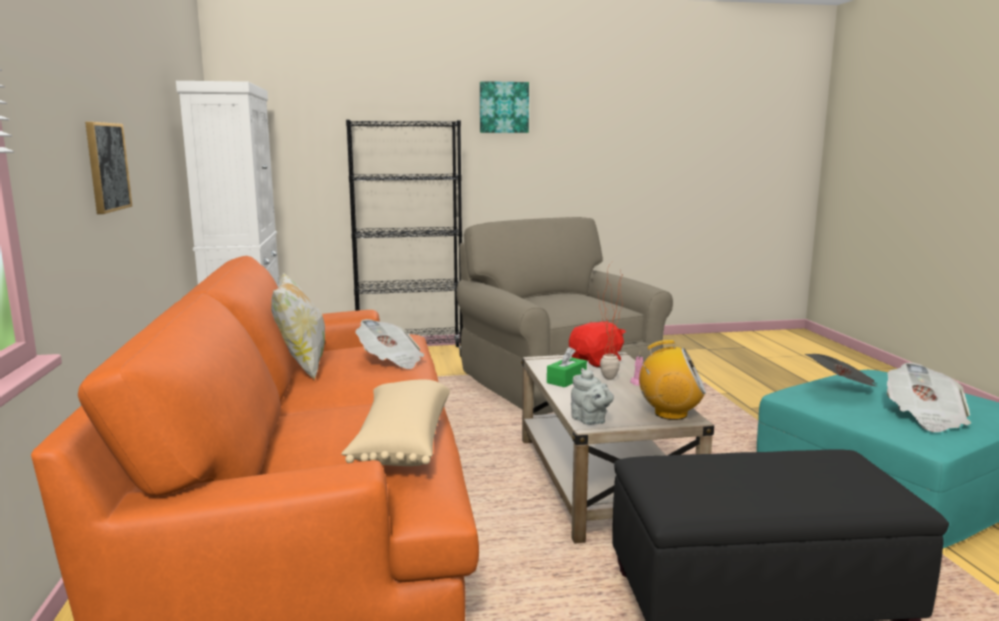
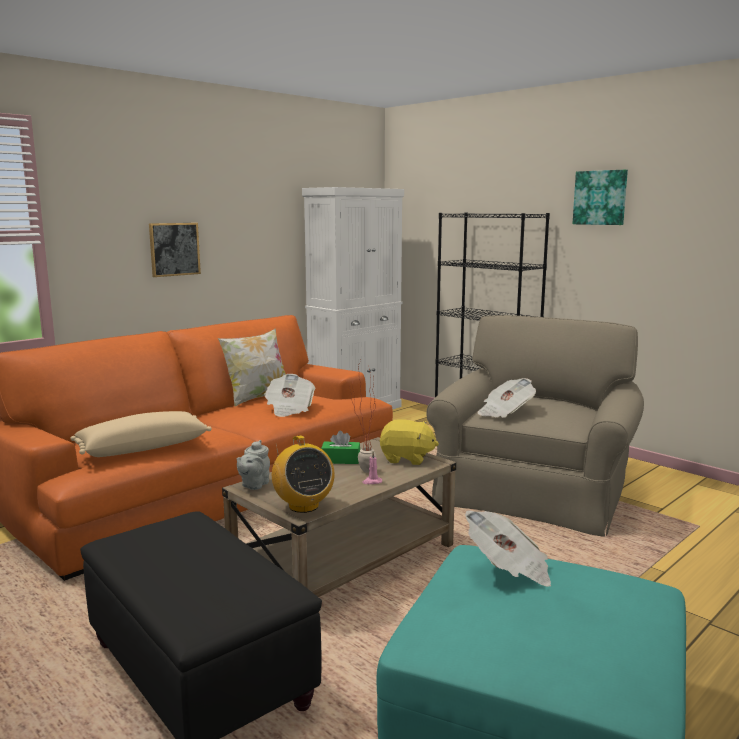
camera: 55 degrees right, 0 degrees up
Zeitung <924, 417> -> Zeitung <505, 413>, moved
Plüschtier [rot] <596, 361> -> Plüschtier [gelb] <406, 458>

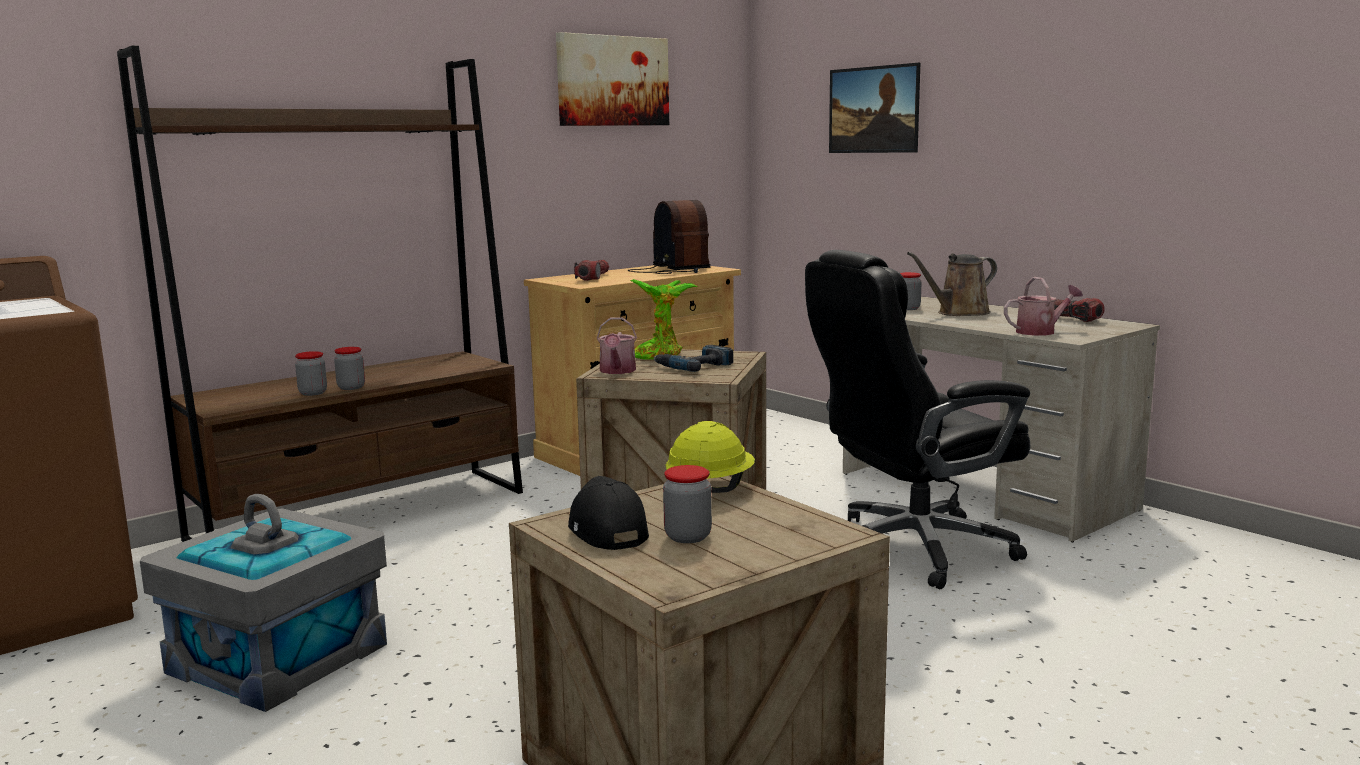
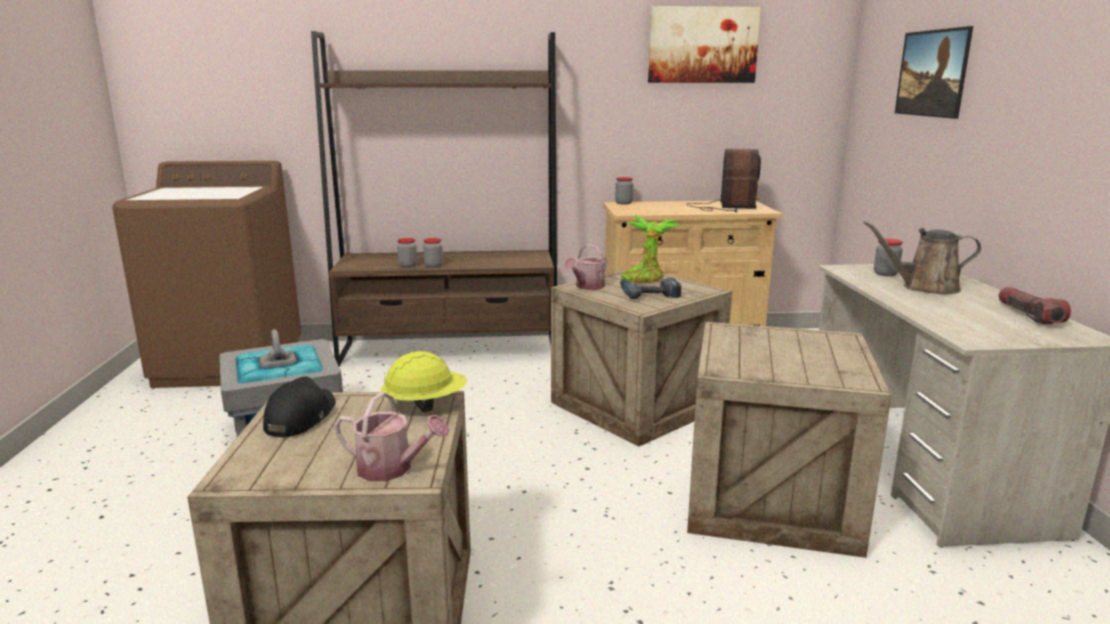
camera: 35 degrees right, 5 degrees up
Taschenlampe <593, 278> -> none
Vorratsglas <688, 536> -> Vorratsglas <623, 203>, moved
Gießkanne <1040, 331> -> Gießkanne <392, 469>, moved
Bürostuhl [schwarz] <912, 549> -> Kiste <770, 498>

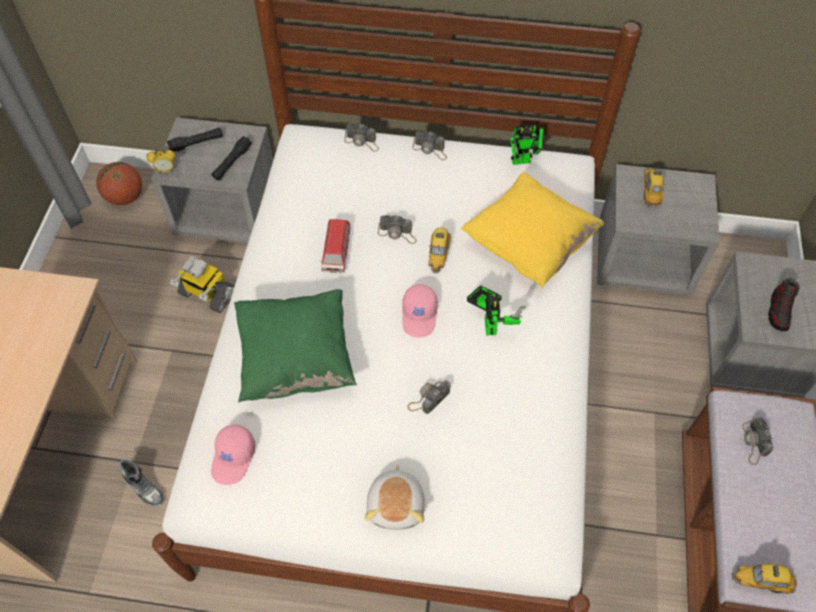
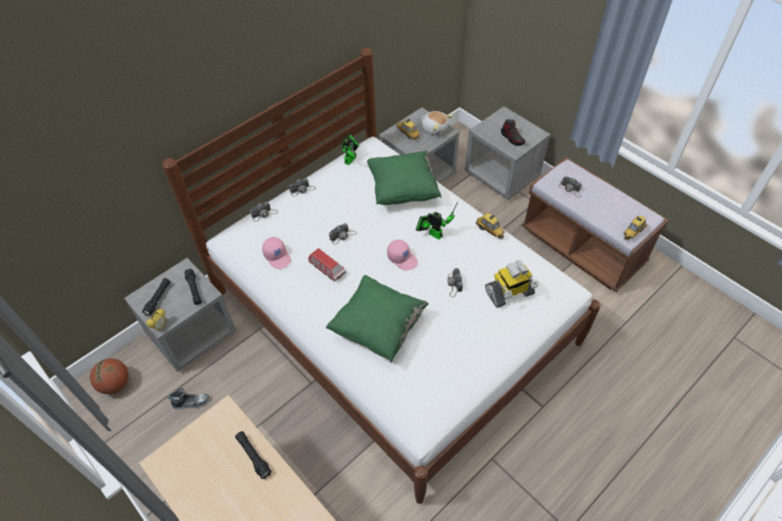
camera: 50 degrees left, 5 degrees down
none -> Taschenlampe [schwarz] <253, 456>
Schuh <144, 487> -> Schuh <191, 402>, moved
Spielzeugroboter <207, 294> -> Spielzeugroboter <509, 293>, moved
Kappe [rosa] <234, 458> -> Kappe [rosa] <277, 256>, moved
Plüschtier <397, 505> -> Plüschtier <434, 128>, moved
Spielzeugauto <438, 255> -> Spielzeugauto <489, 230>, moved
Kissen [gelb] <528, 245> -> Kissen [grün] <403, 190>

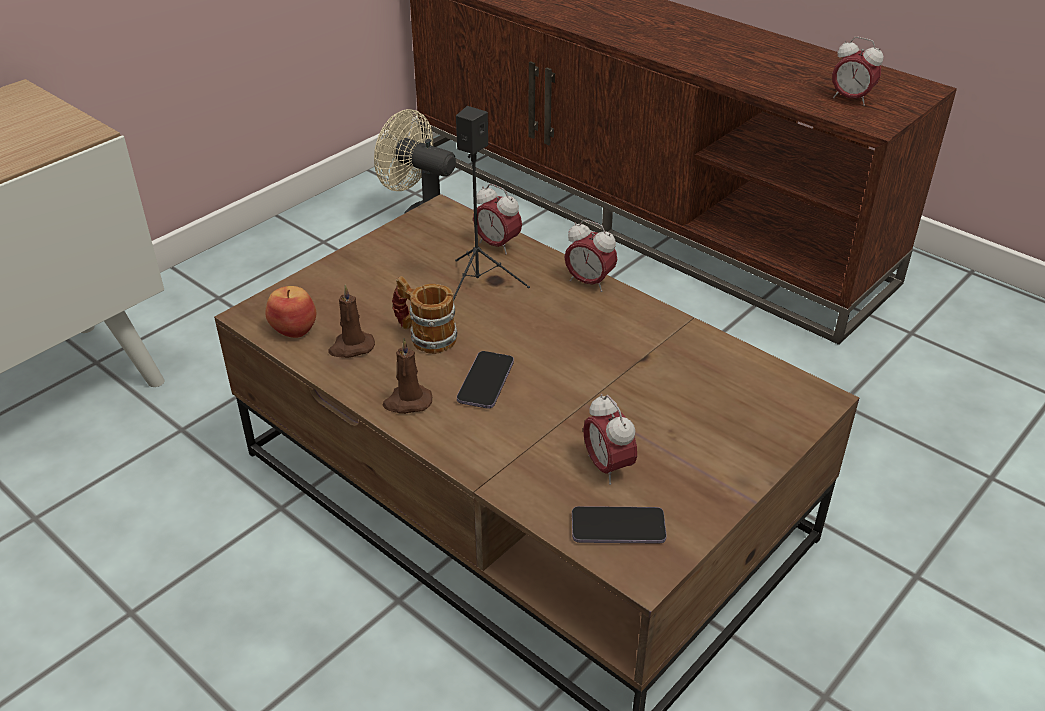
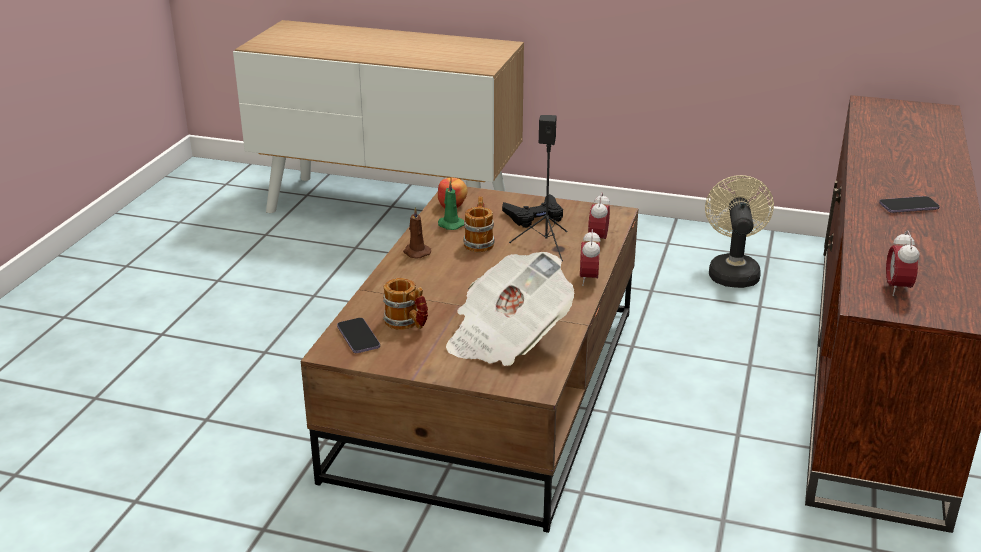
camera: 65 degrees right, 10 degrees down
none -> Zeitung <506, 338>
none -> Gamepad [schwarz] <534, 216>
Handy <485, 382> -> Handy <908, 206>, moved
Wecker <607, 467> -> Henkelbecher <407, 324>
Kerze [braun] <351, 347> -> Kerze [grün] <450, 224>

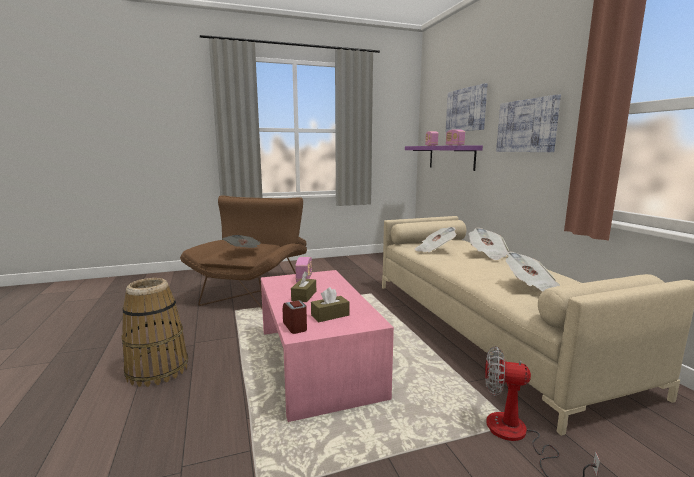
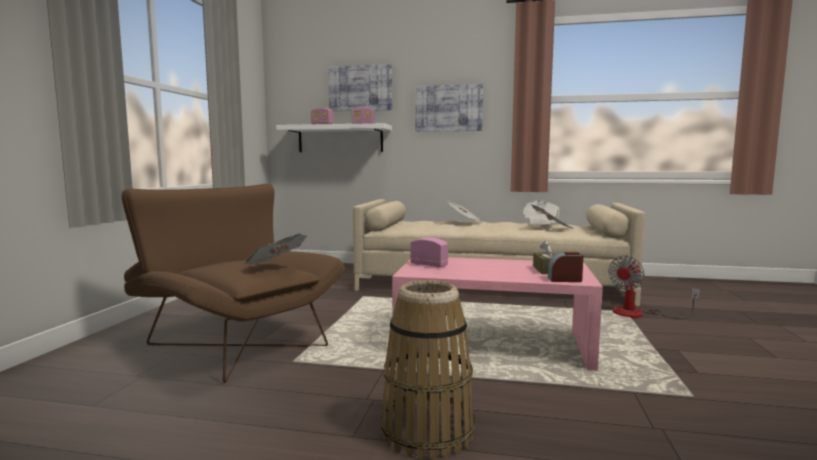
camera: 60 degrees left, 5 degrees down
Taschentuchbox [braun] <304, 296> -> none
Zeitung <434, 250> -> Zeitung <540, 223>, moved
Wandregal [lila] <451, 157> -> Wandregal [weiß] <340, 139>

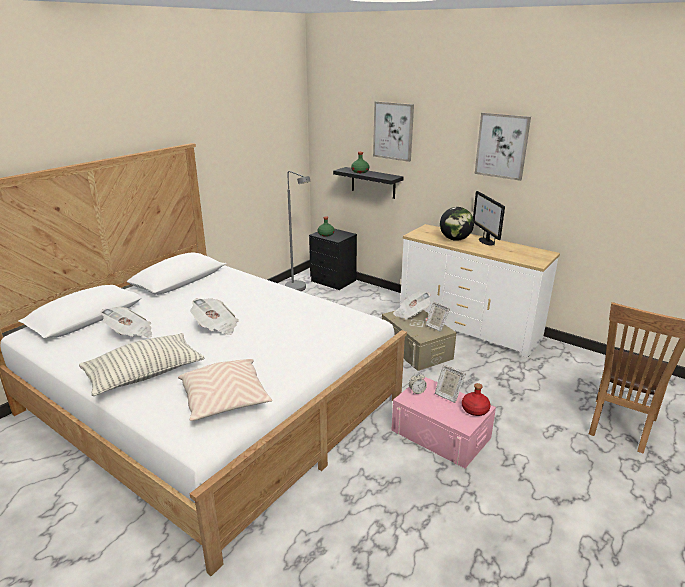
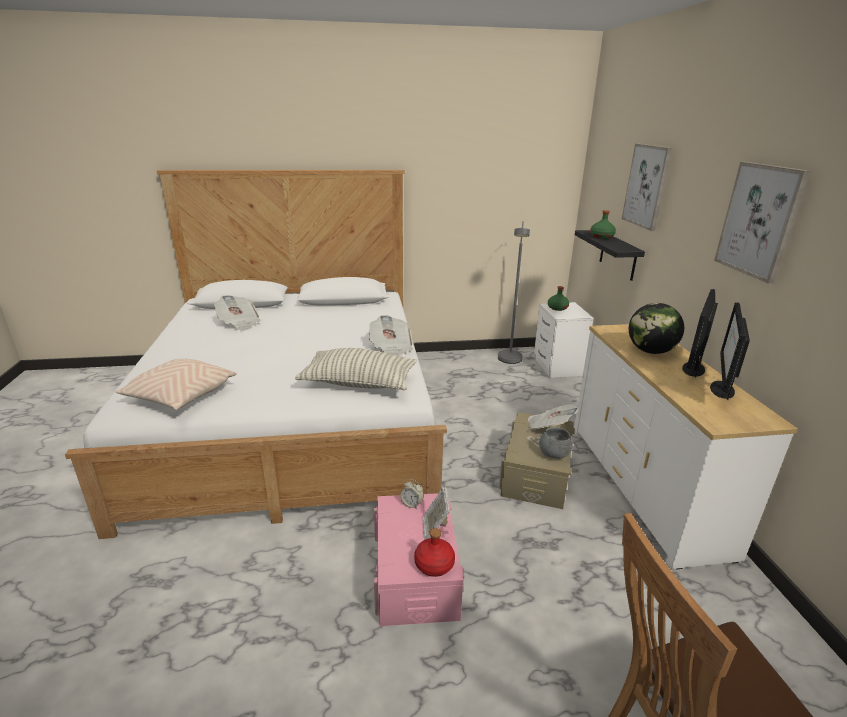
camera: 45 degrees right, 0 degrees up
none -> Monitor <721, 389>
Kissen <144, 375> -> Kissen <359, 383>, moved
Zeitung <216, 327> -> Zeitung <391, 348>, moved
Bilderrahmen <436, 326> -> Schüssel [grau] <554, 454>
Nachttisch [schwarz] <333, 281> -> Nachttisch [weiß] <557, 367>

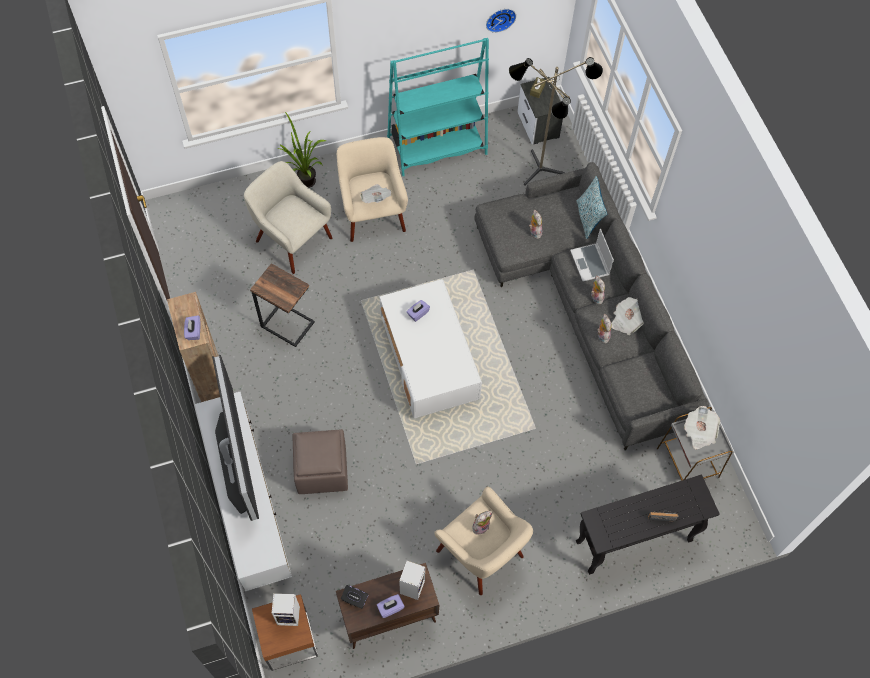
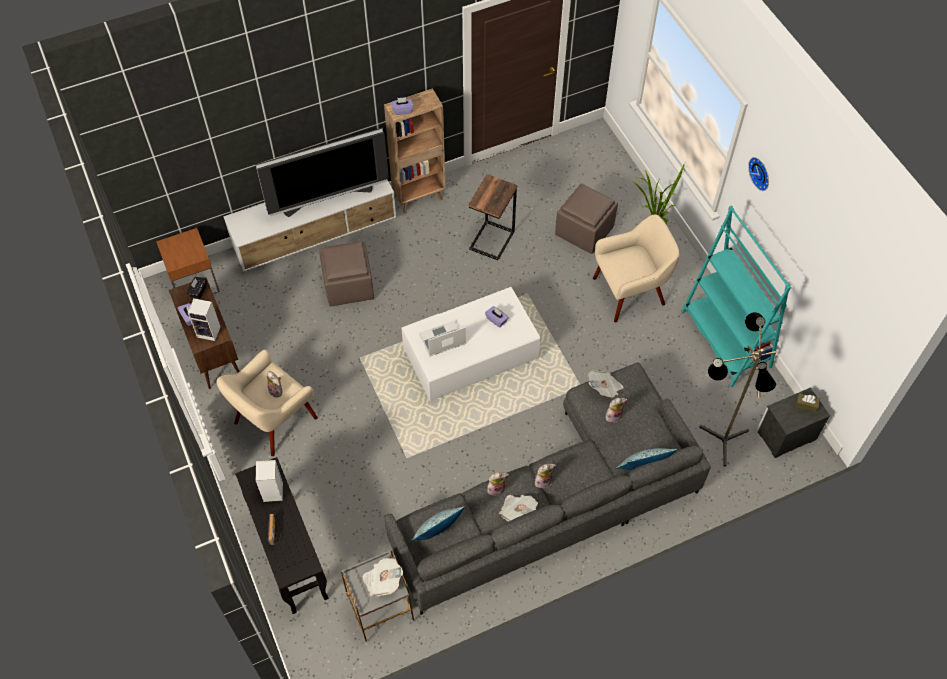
camera: 85 degrees right, 5 degrees down
none -> Kissen <437, 532>
Lautsprecher <289, 615> -> Lautsprecher <273, 492>, moved
Zeitung <375, 198> -> Zeitung <604, 388>, moved
Wanduhr <500, 18> -> Wanduhr <761, 173>, moved
Laptop <590, 263> -> Laptop <442, 340>, moved
Sessel [beige] <292, 239> -> Polsterhocker [braun] <585, 231>

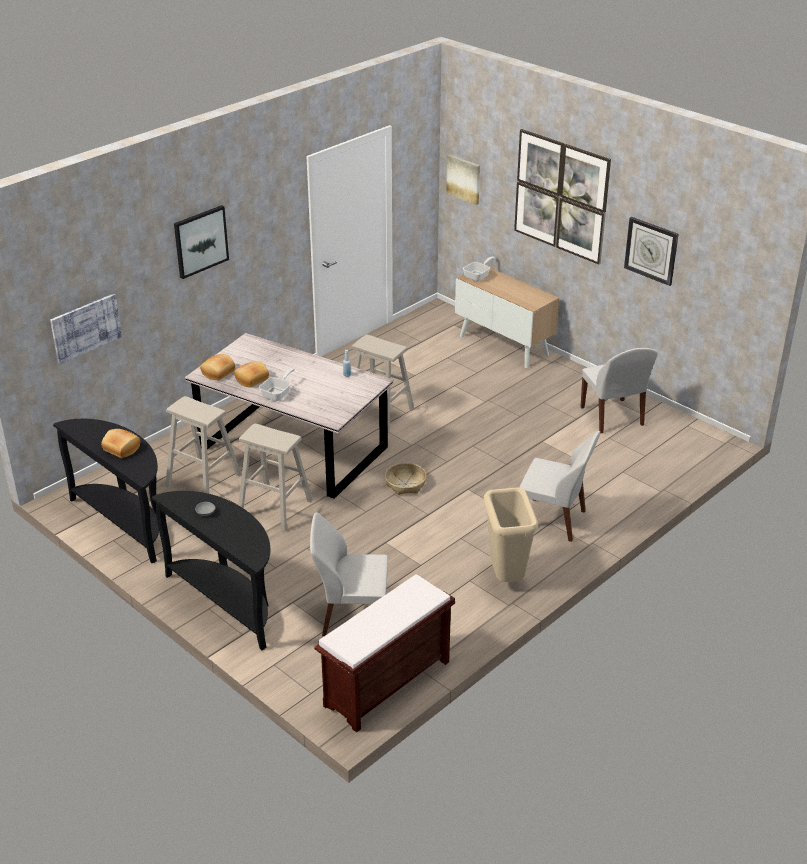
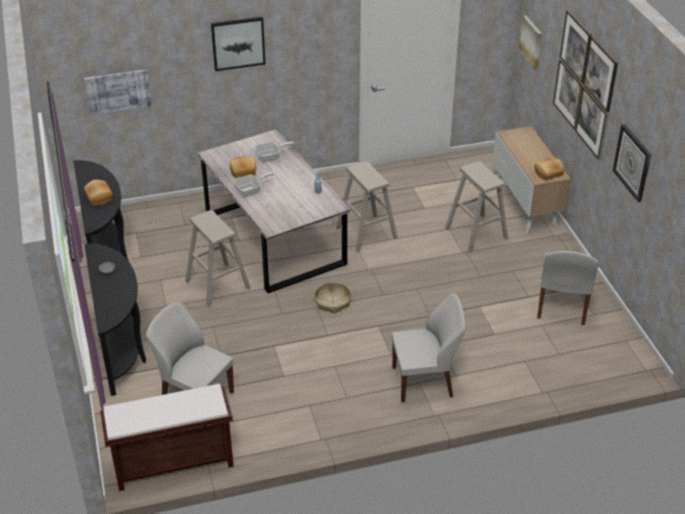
camera: 30 degrees right, 5 degrees up
Mülleimer [beige] <507, 578> -> none
Hocker [beige] <203, 480> -> Hocker [beige] <476, 233>, moved
Brot <219, 373> -> Brot <548, 174>, moved
Pfanne <478, 276> -> Pfanne <271, 157>, moved
Stuhl [weiß] <554, 520> -> Stuhl [weiß] <424, 382>, 60 degrees counterclockwise

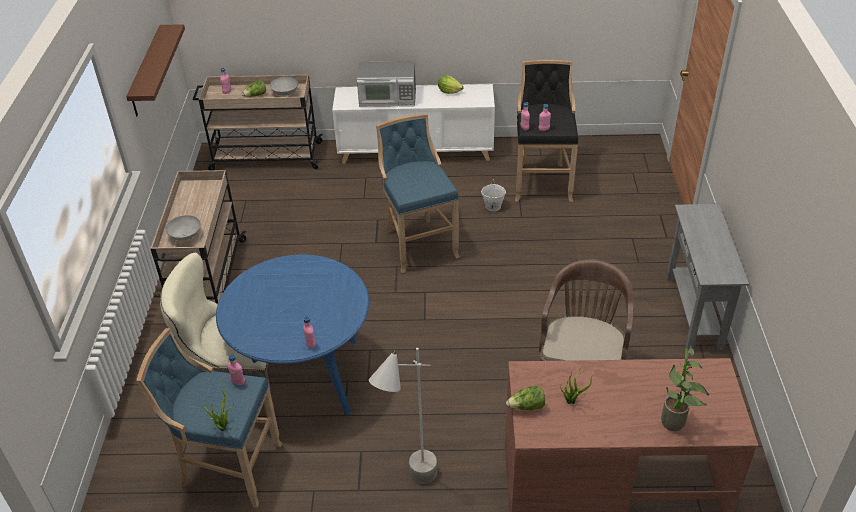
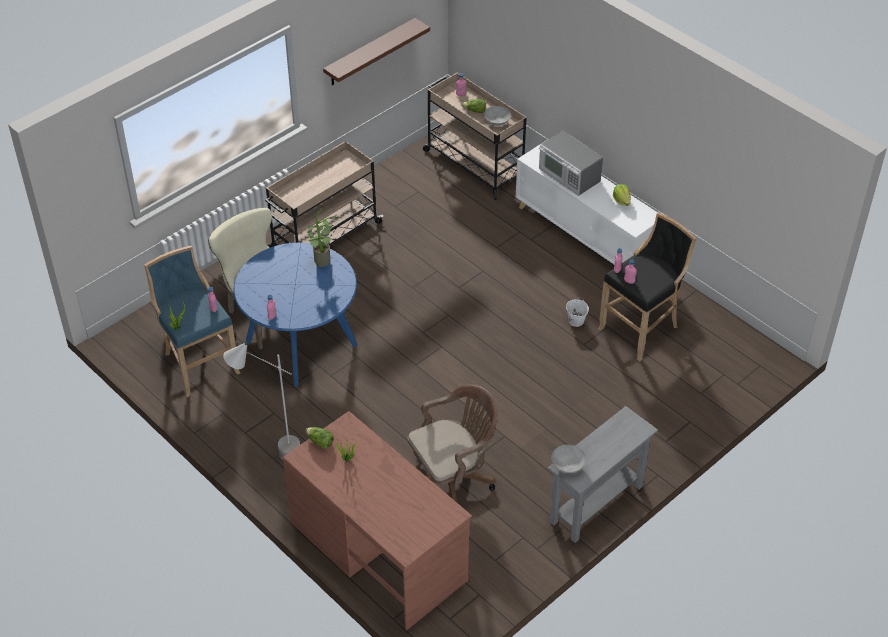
camera: 45 degrees right, 5 degrees up
Hocker [blau] <418, 243> -> none
Schüssel [grau] <185, 236> -> Schüssel [grau] <567, 465>, moved
Topfpflanze <676, 423> -> Topfpflanze <323, 263>, moved

